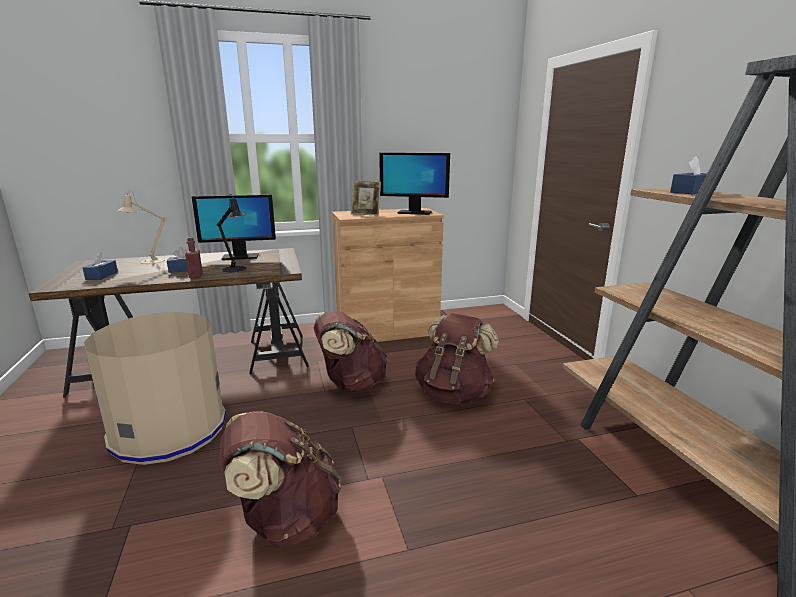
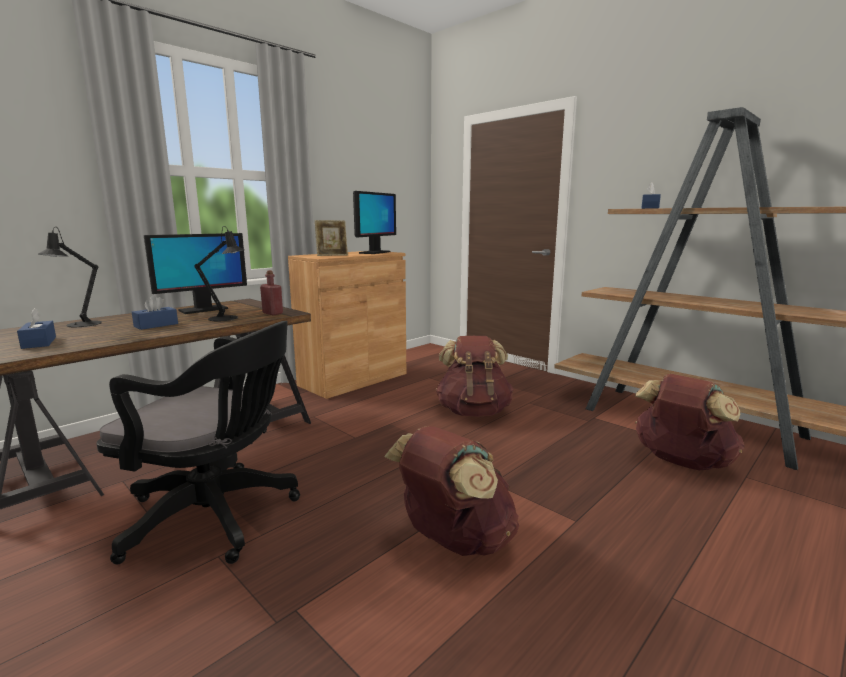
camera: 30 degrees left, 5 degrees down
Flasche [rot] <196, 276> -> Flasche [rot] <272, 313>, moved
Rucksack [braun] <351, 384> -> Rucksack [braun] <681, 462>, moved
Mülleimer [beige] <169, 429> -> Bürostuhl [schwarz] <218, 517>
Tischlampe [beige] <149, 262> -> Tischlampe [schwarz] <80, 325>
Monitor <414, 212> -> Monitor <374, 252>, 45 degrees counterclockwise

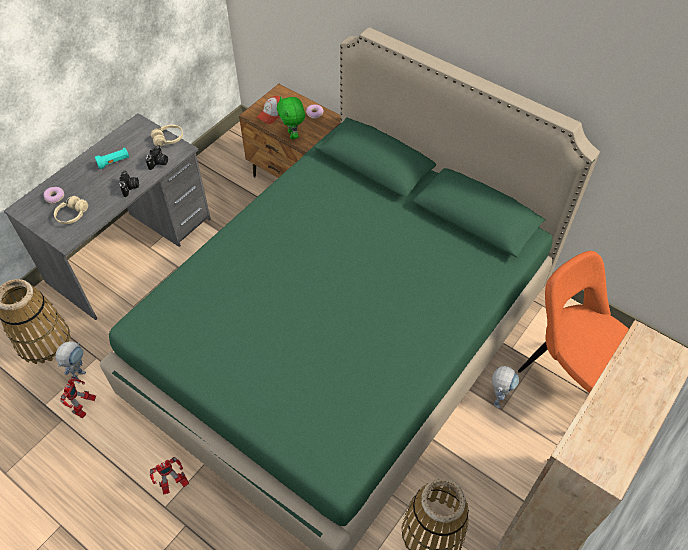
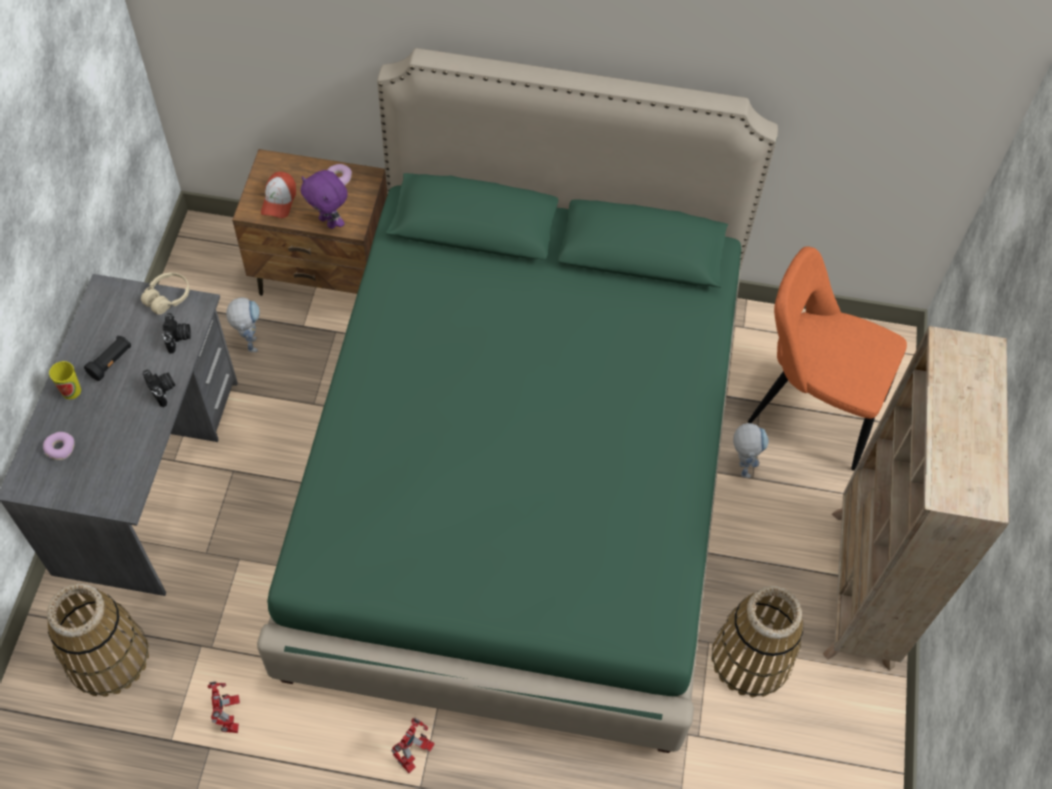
camera: 30 degrees left, 5 degrees up
Kopfhörer [beige] <72, 215> -> none
none -> Tasse <71, 391>
Spielzeugroboter <80, 373> -> Spielzeugroboter <250, 341>, moved
Taschenlampe [türkis] <114, 162> -> Taschenlampe [schwarz] <111, 362>
Plüschtier [grün] <293, 135> -> Plüschtier [lila] <329, 222>

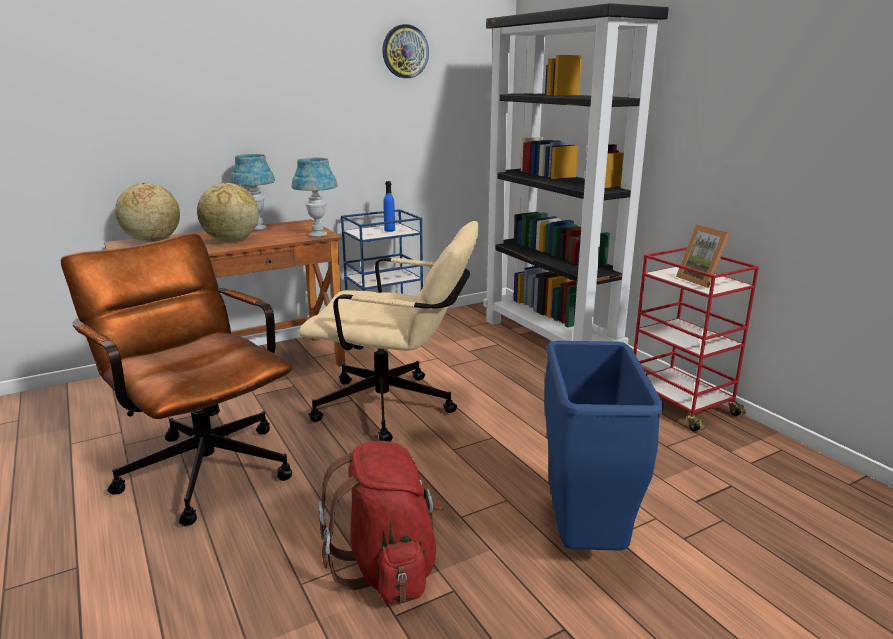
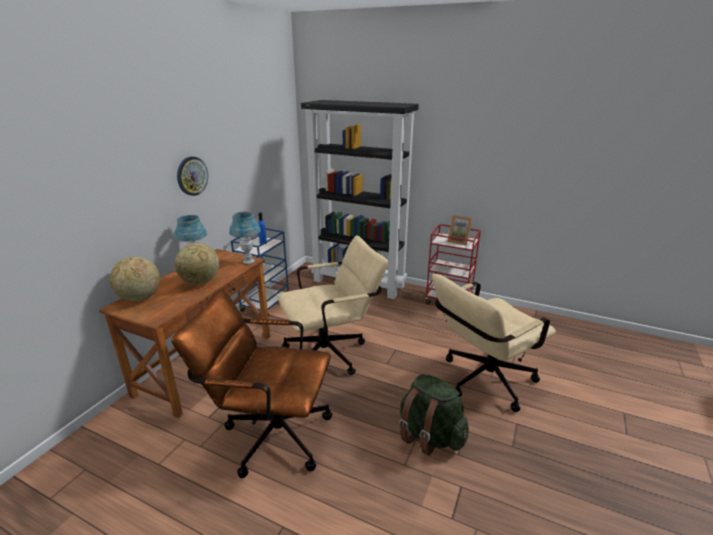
camera: 35 degrees left, 5 degrees up
Wanduhr <405, 51> -> Wanduhr <192, 176>, moved
Mülleimer [blau] <582, 537> -> Bürostuhl [beige] <481, 382>
Rucksack [rot] <388, 567> -> Rucksack [grün] <429, 435>

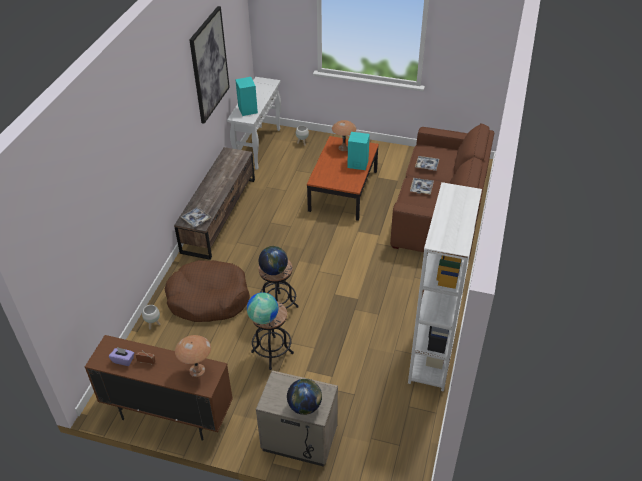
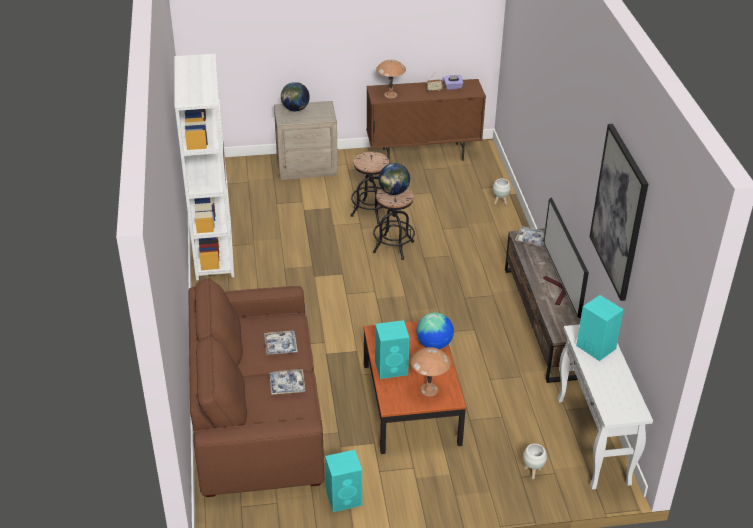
camera: 155 degrees right, 5 degrees down
Hundebett [braun] <208, 298> -> none
none -> Lautsprecher [türkis] <345, 498>
none -> Fernseher <559, 291>
Globus <263, 318> -> Globus <434, 345>, moved

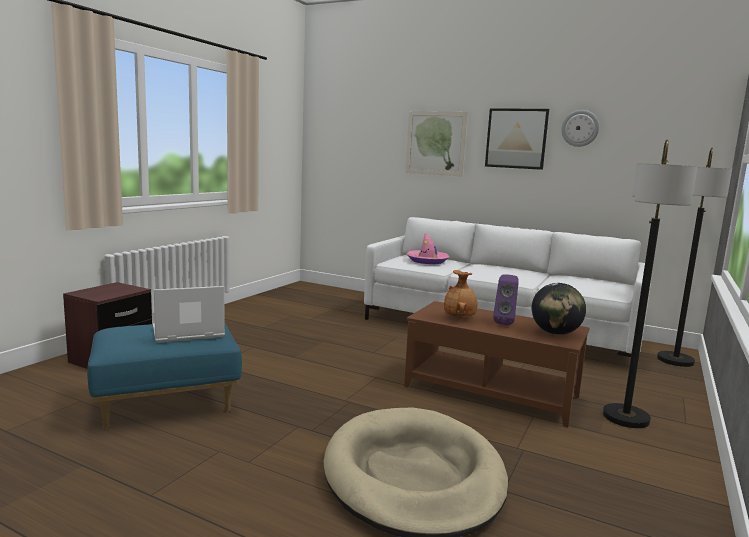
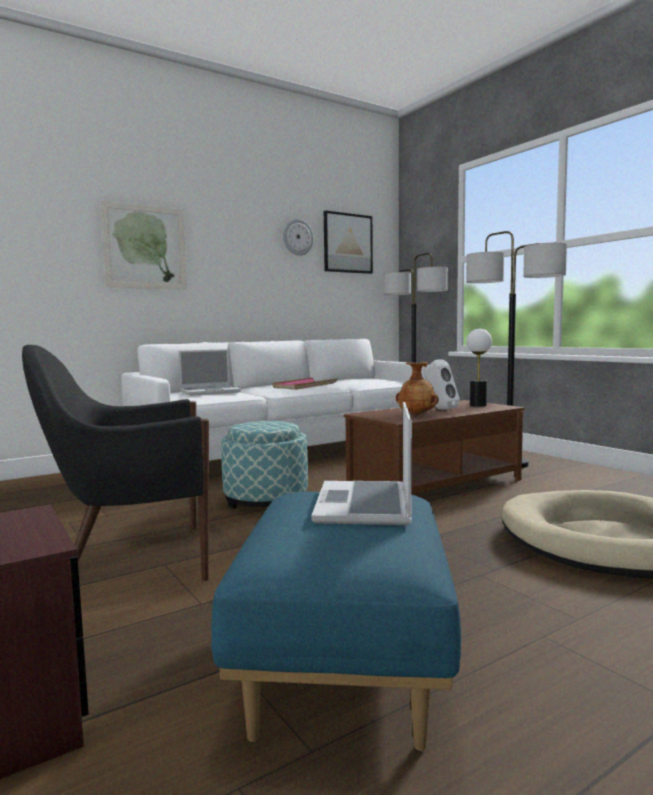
camera: 60 degrees left, 5 degrees down
none -> Sessel [schwarz] <131, 561>
none -> Polsterhocker <266, 499>
none -> Tablett [rosa] <304, 386>
Bild <516, 138> -> Bild <347, 243>, moved
Hut [rosa] <427, 261> -> Laptop <210, 392>
Globus <555, 333> -> Tischlampe <478, 405>
Lautsprecher [lila] <504, 323> -> Lautsprecher [weiß] <440, 409>

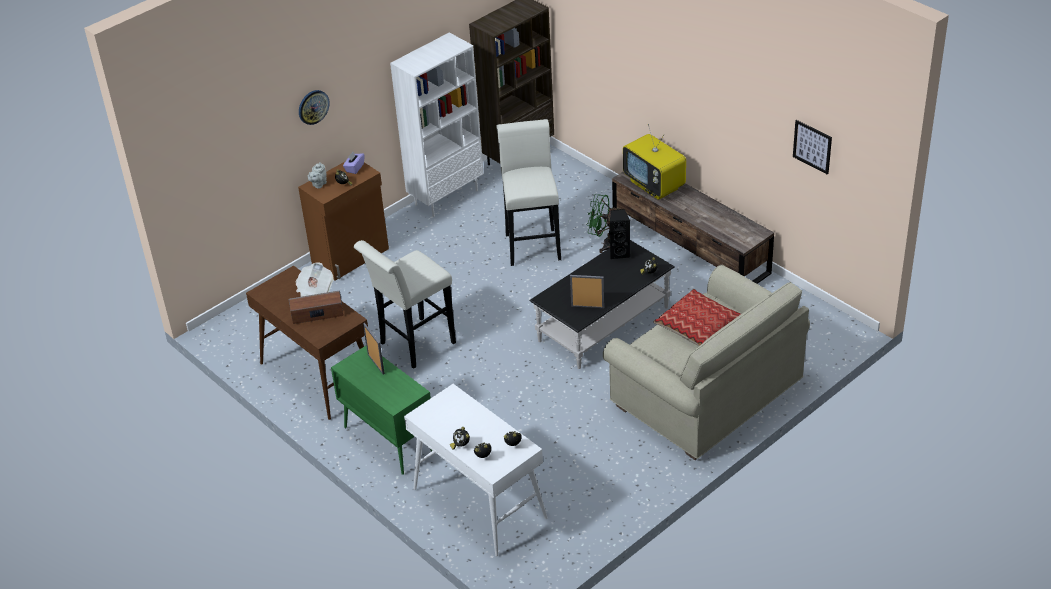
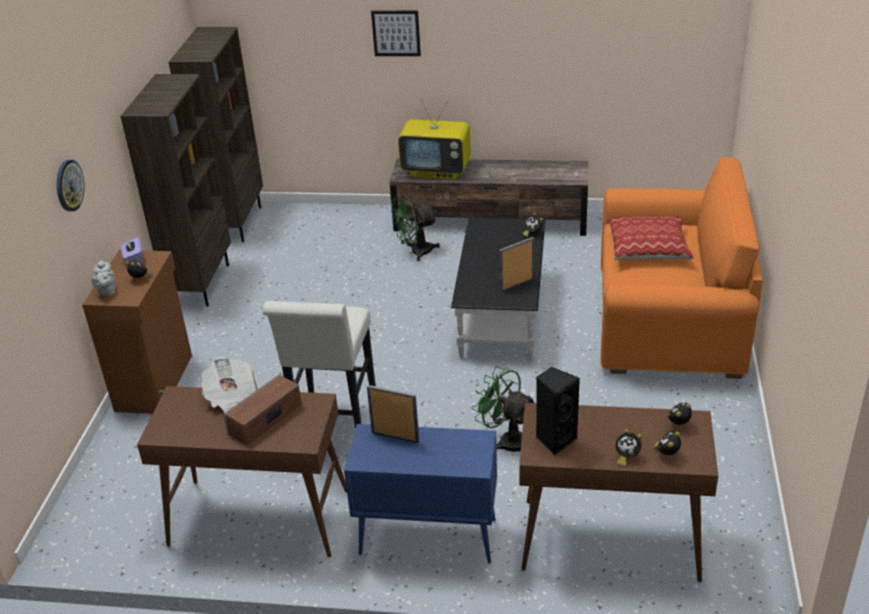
camera: 40 degrees left, 5 degrees down
Hocker [weiß] <532, 244> -> none
none -> Ventilator [grün] <507, 440>
Lautsprecher [schwarz] <619, 253> -> Lautsprecher [schwarz] <555, 440>, moved
Bild <812, 146> -> Bild <396, 33>, moved
Schrank [grün] <388, 440> -> Schrank [blau] <426, 537>
Bücherregal [weiß] <446, 197> -> Bücherregal [braun] <201, 284>
Konsolentisch [weiß] <478, 503> -> Konsolentisch [braun] <609, 540>
Sofa [beige] <705, 393> -> Sofa [orange] <668, 321>

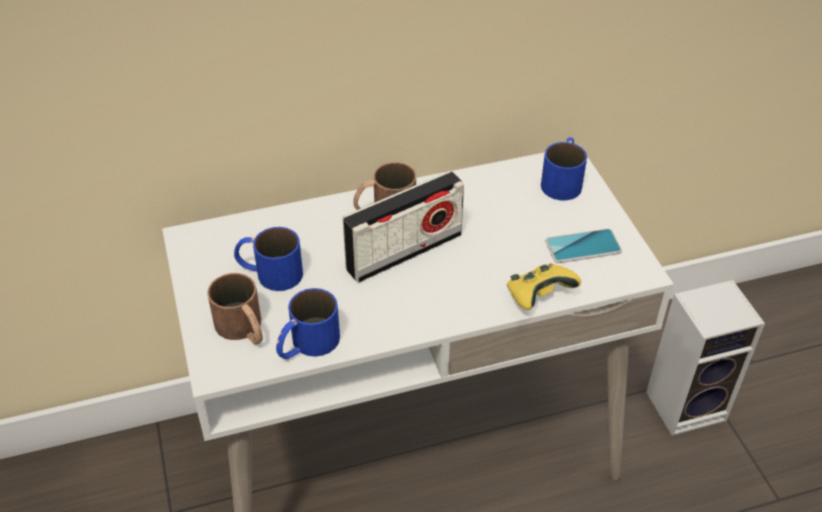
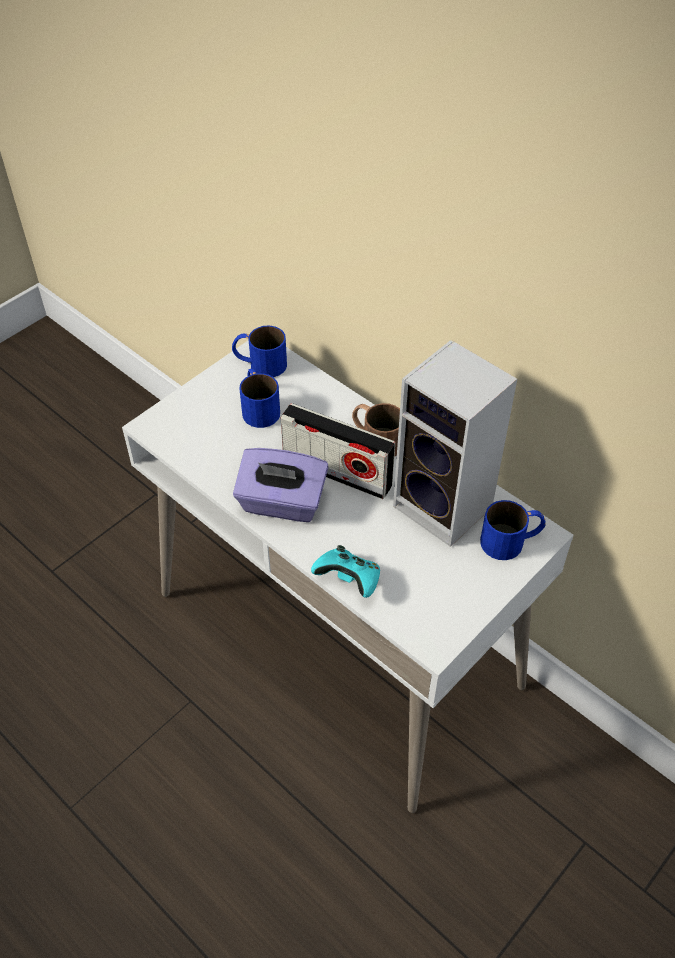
camera: 60 degrees right, 5 degrees up
Henkelbecher [braun] <244, 329> -> none
Handy <583, 246> -> none
none -> Taschentuchbox [lila] <282, 503>
Henkelbecher [blau] <306, 345> -> Henkelbecher [blau] <259, 363>, moved
Lautsprecher <687, 404> -> Lautsprecher <446, 507>, moved
Gamepad [gelb] <538, 297> -> Gamepad [türkis] <349, 580>

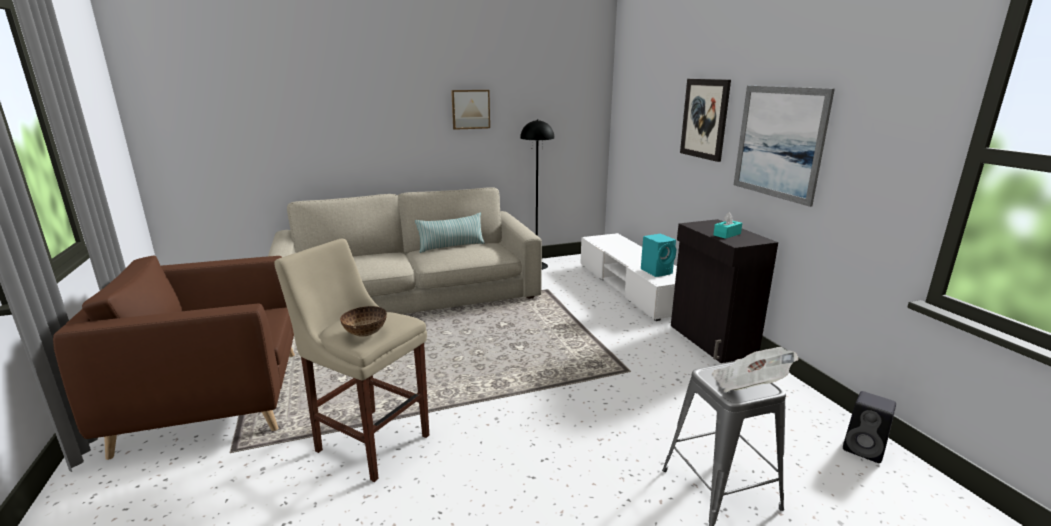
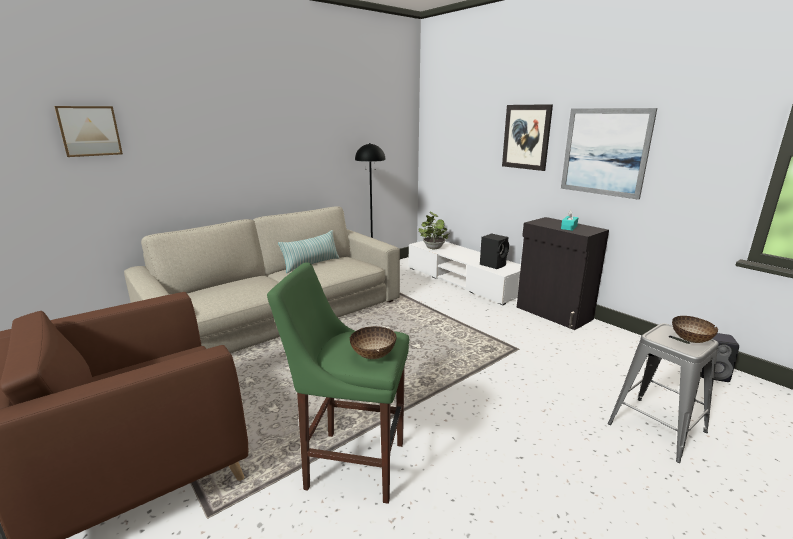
camera: 20 degrees left, 0 degrees up
none -> Topfpflanze <433, 247>
Bild <470, 109> -> Bild <89, 131>, moved
Zeitung <749, 385> -> Schüssel <690, 340>
Hocker [beige] <369, 440> -> Hocker [grün] <350, 463>
Lautsprecher [türkis] <657, 271> -> Lautsprecher [schwarz] <493, 264>

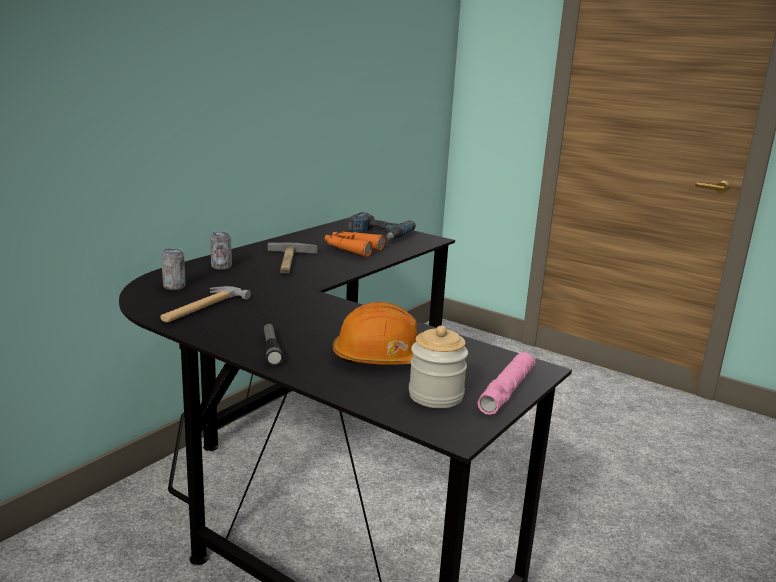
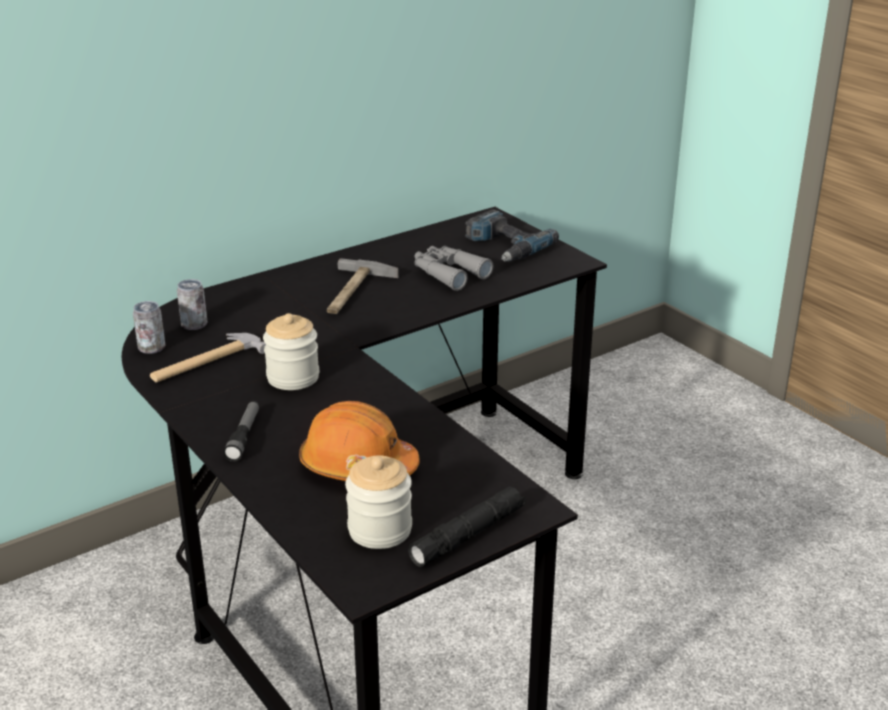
camera: 20 degrees right, 10 degrees up
none -> Vorratsglas <293, 377>
Dose <221, 267> -> Dose <151, 348>, moved
Fernglas [orange] <352, 249> -> Fernglas [grau] <448, 274>
Taschenlampe [rosa] <507, 390> -> Taschenlampe [schwarz] <468, 535>

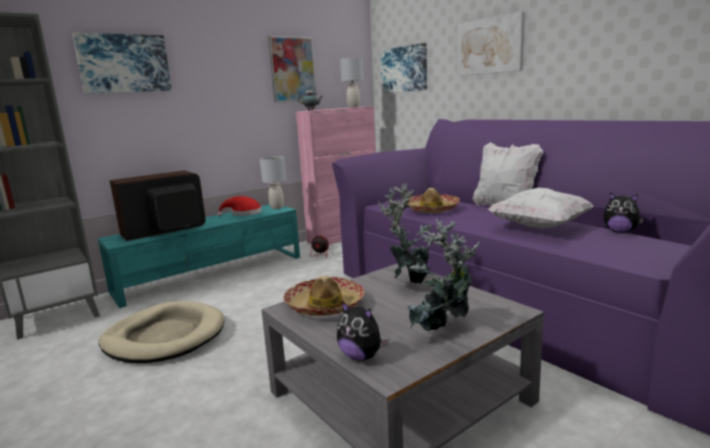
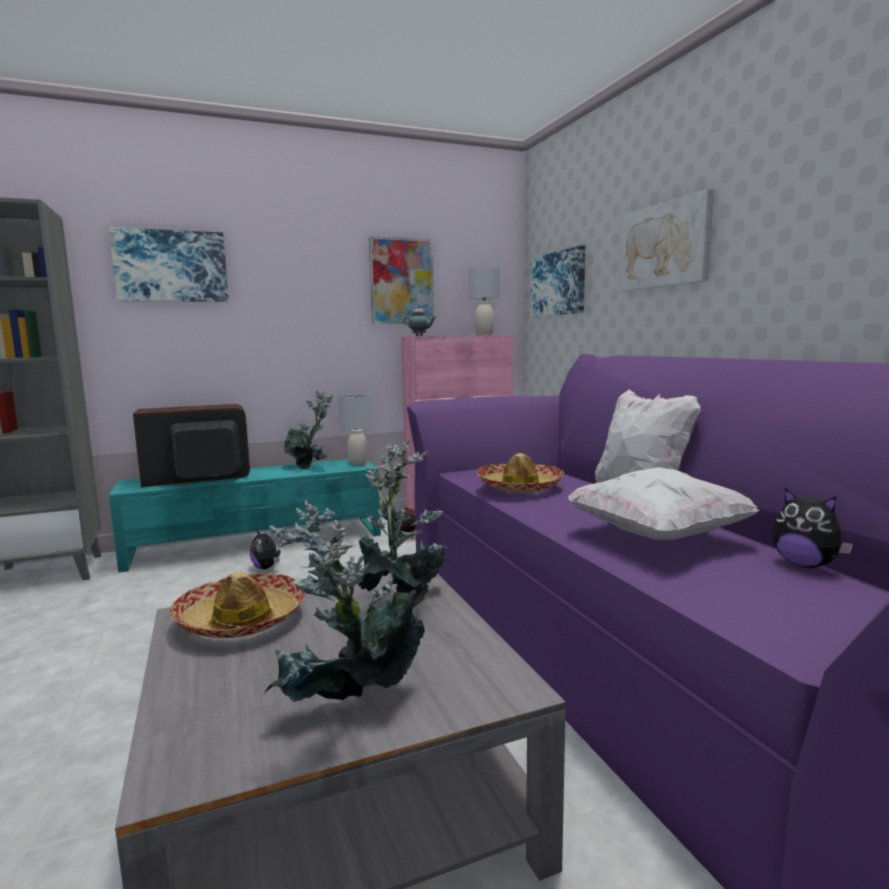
camera: 15 degrees right, 5 degrees down
Hundebett [beige] <164, 337> -> none
Plüschtier <361, 356> -> Plüschtier <266, 567>, moved
Hut [rot] <244, 213> -> Topfpflanze <310, 467>

